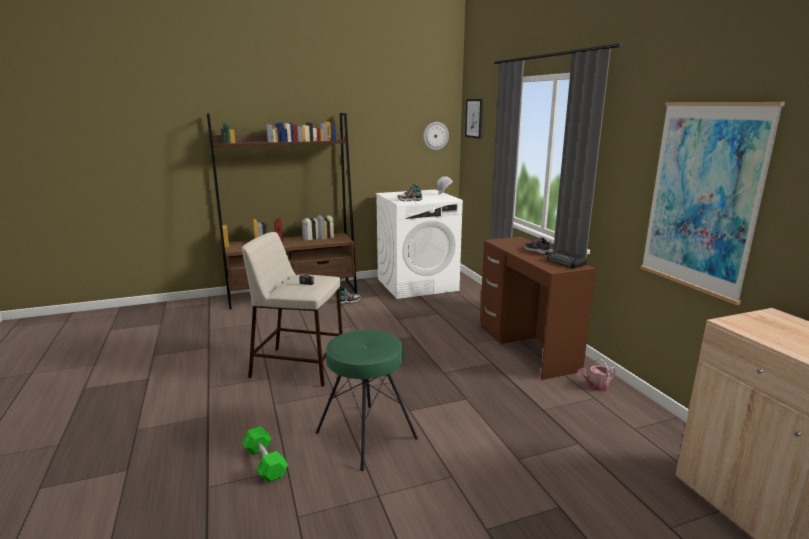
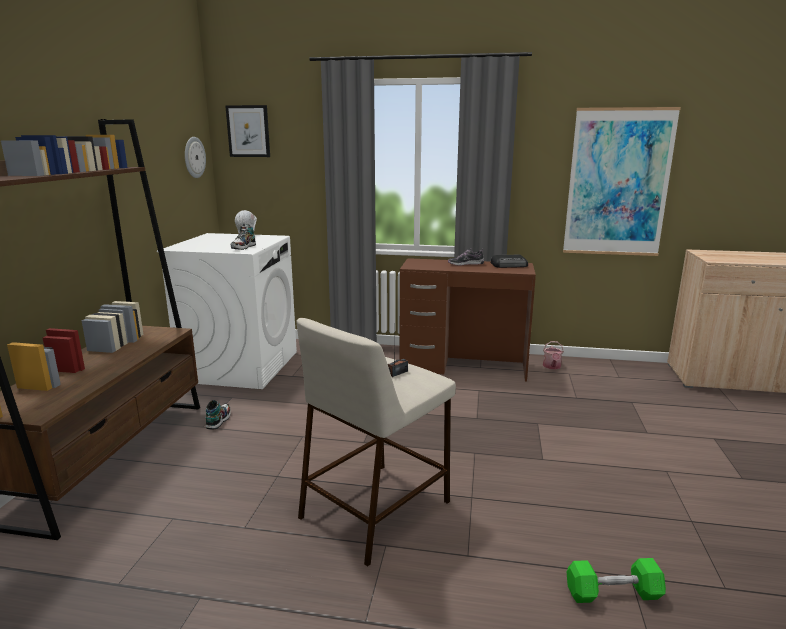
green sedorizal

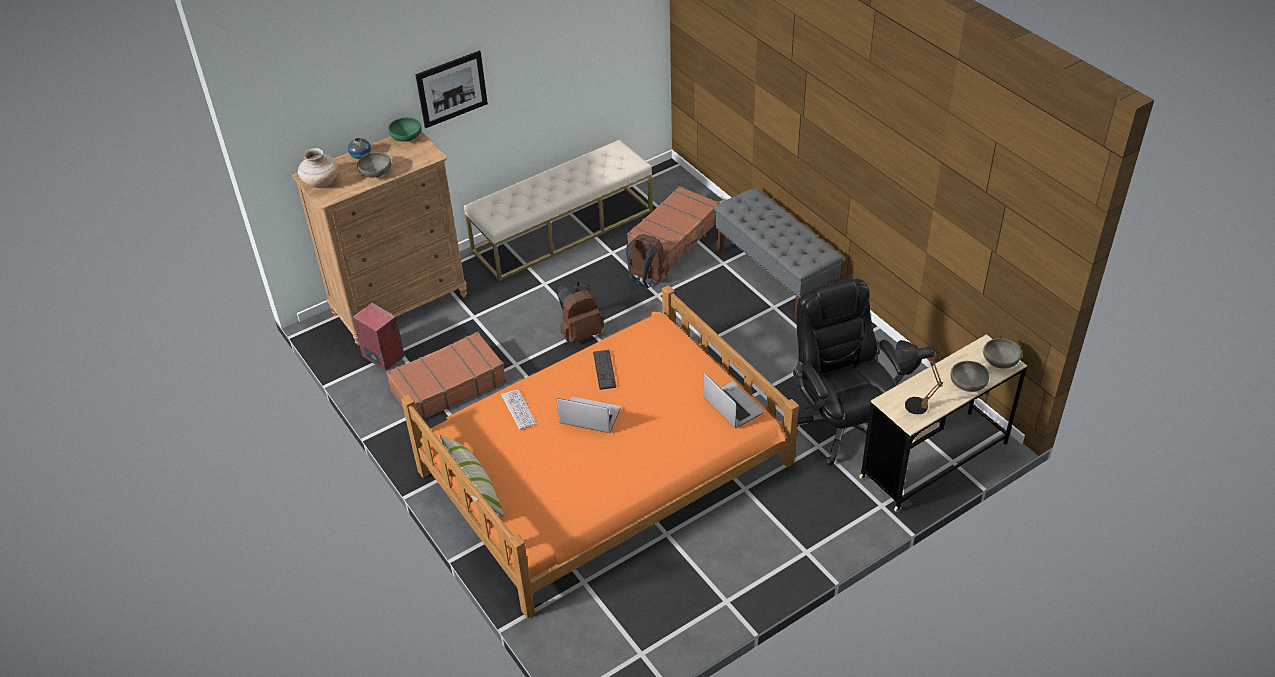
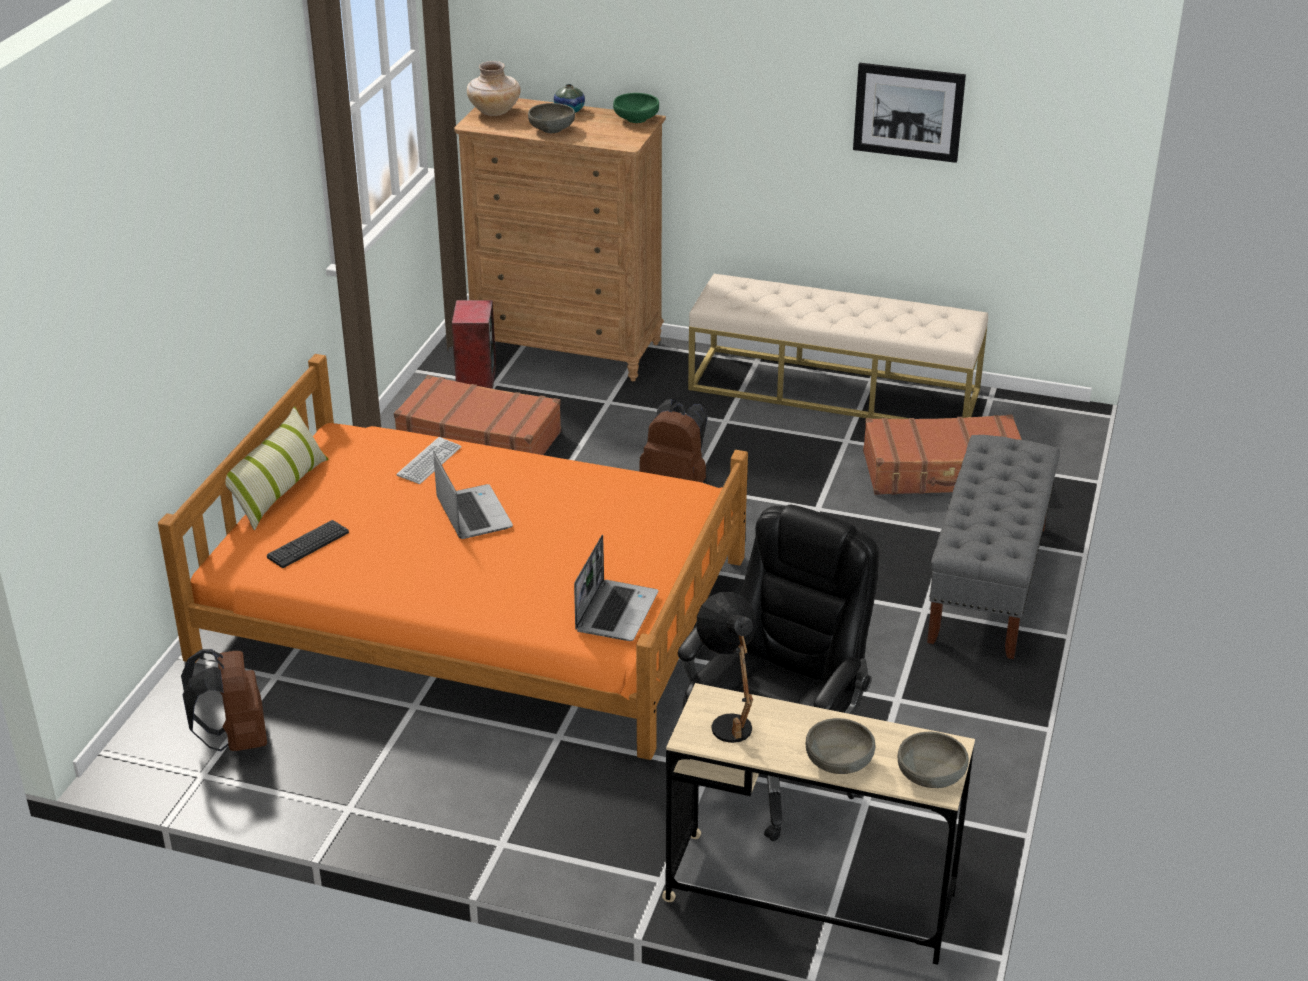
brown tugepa (1st from left); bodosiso (1st from left); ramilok

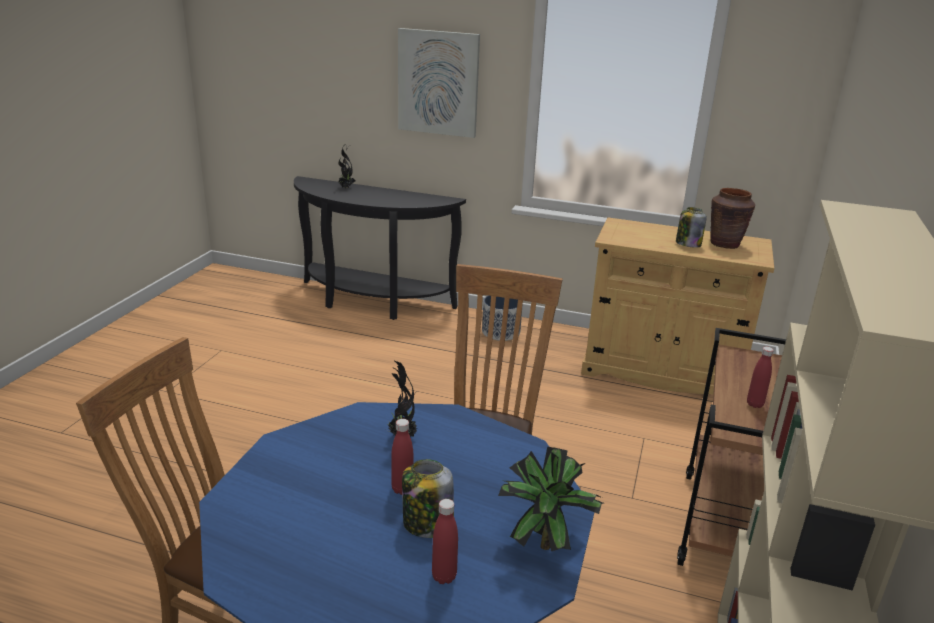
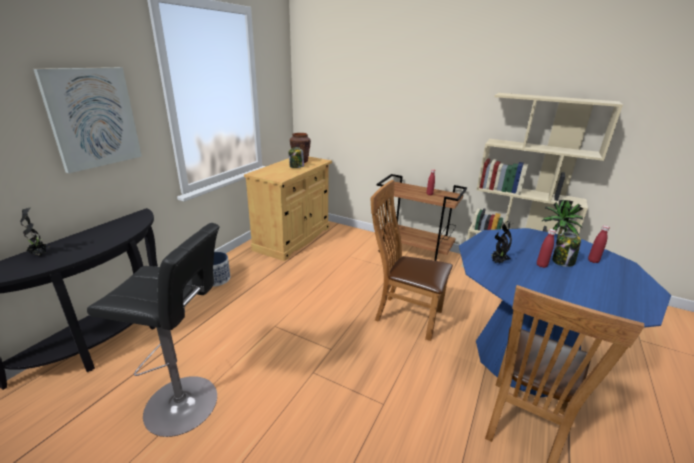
black sedorizal

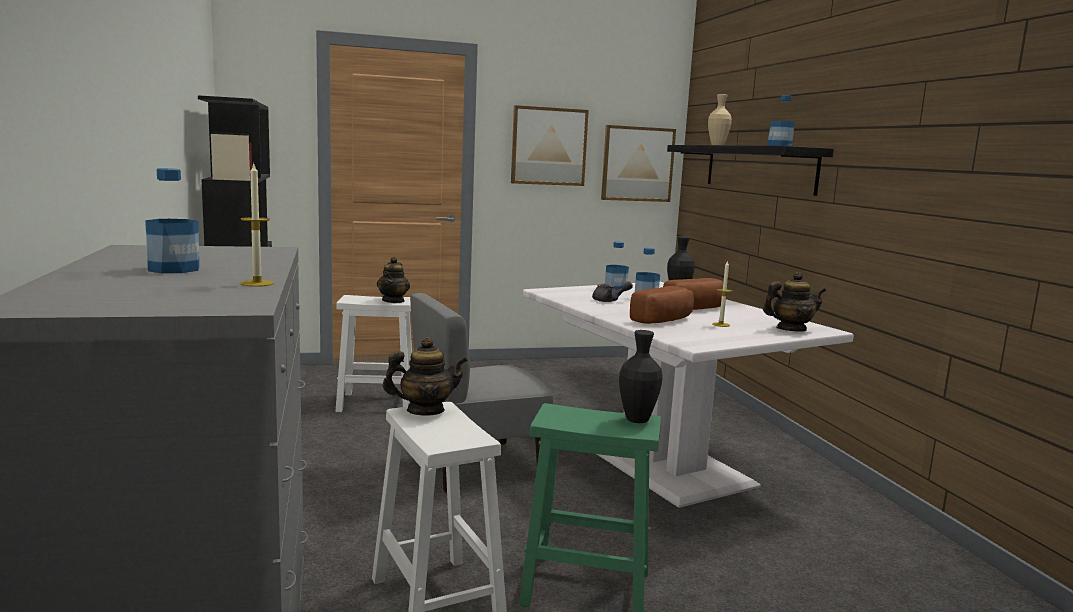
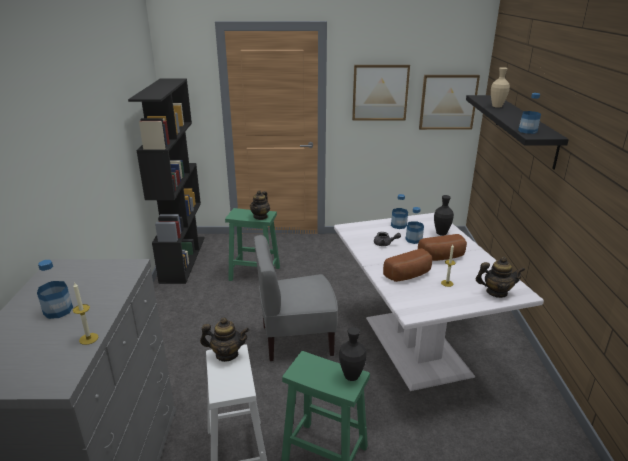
green sedorizal (1st from left)

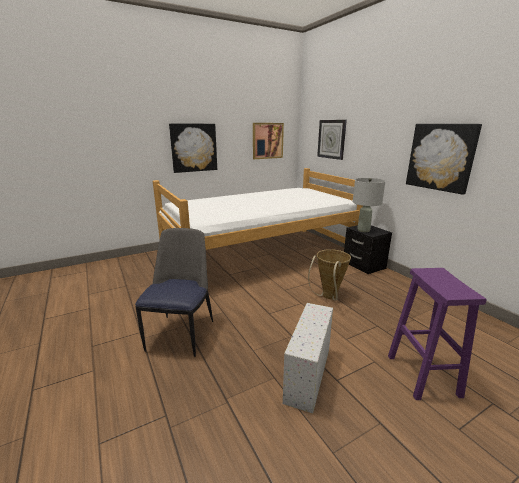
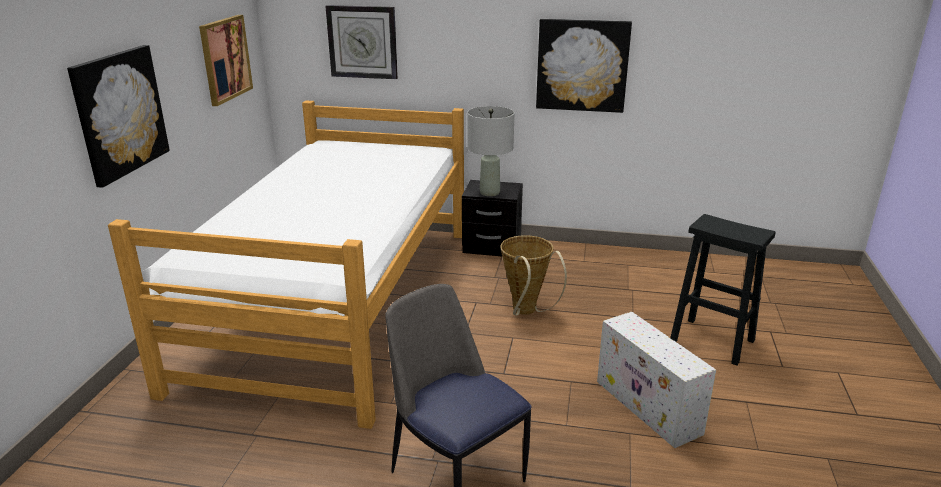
black sedorizal

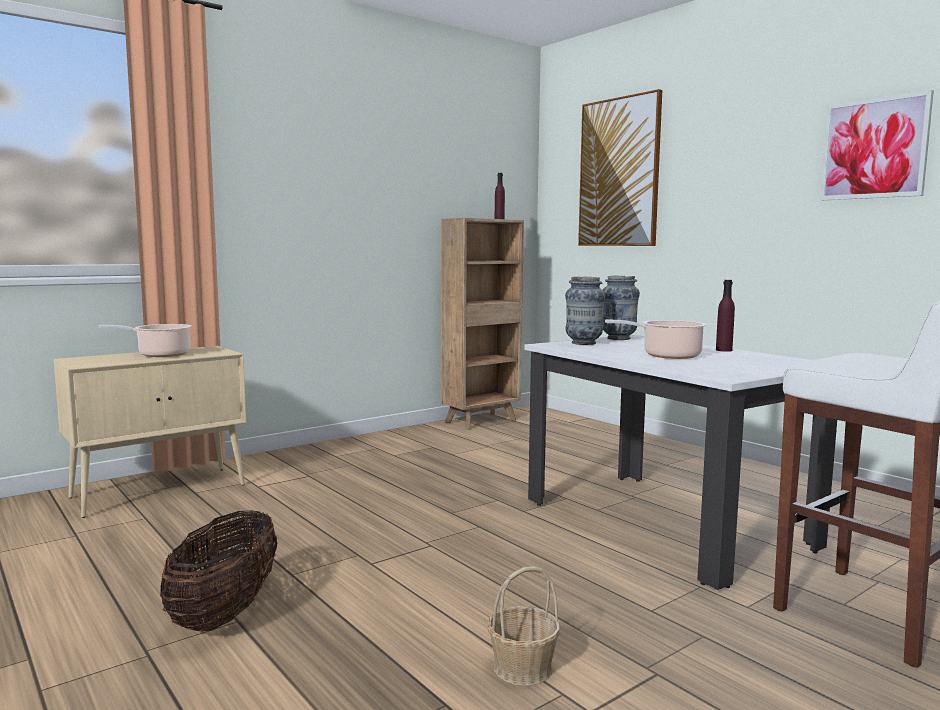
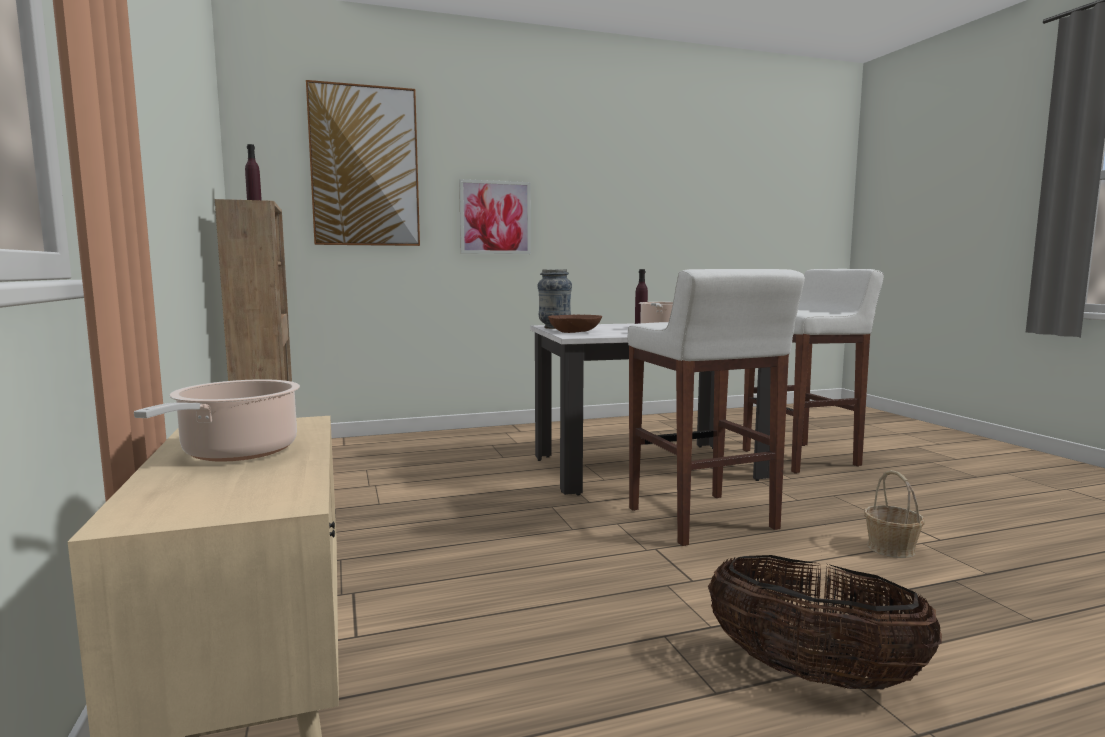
ramilok (2nd from left); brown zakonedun; white sedorizal (1st from left)

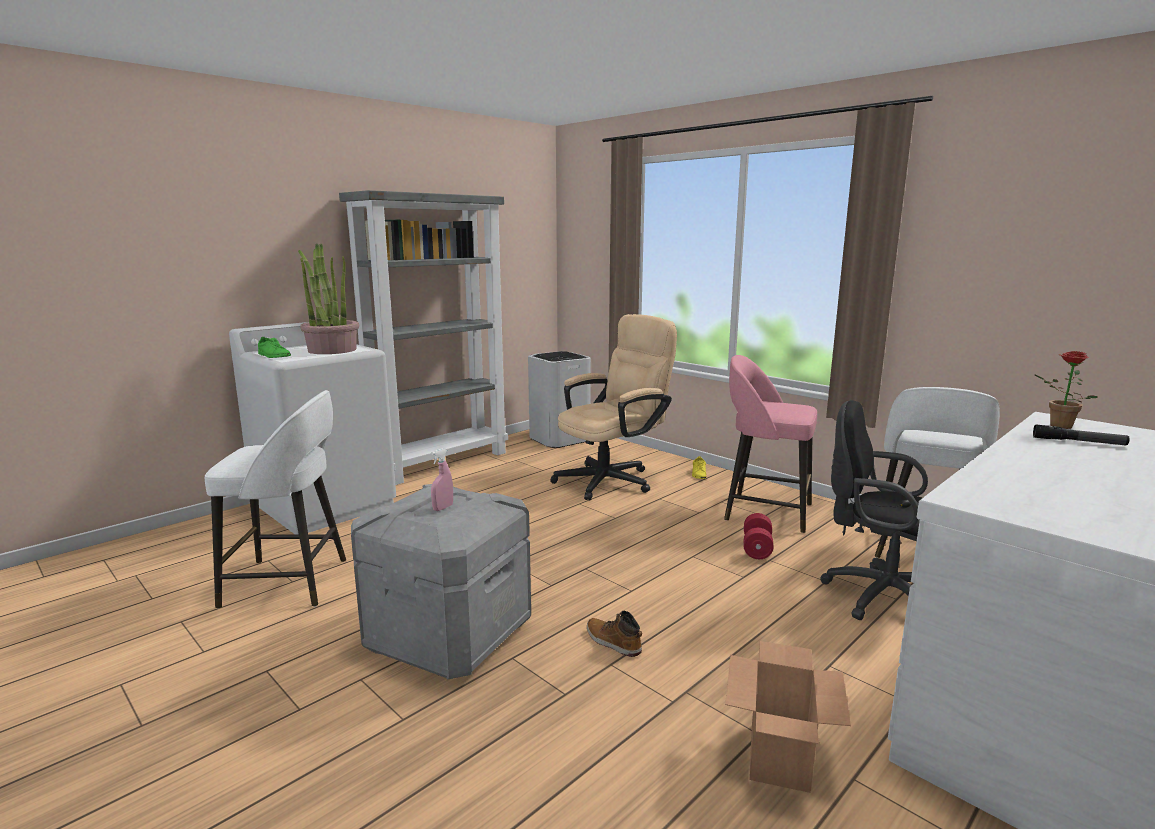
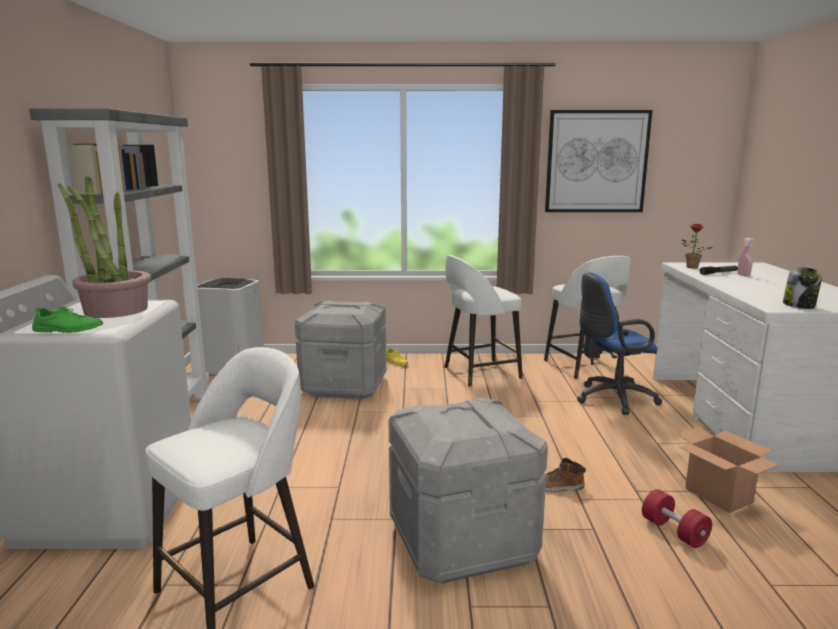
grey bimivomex (1st from left); white sedorizal (2nd from left); ramilok; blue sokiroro; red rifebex; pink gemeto; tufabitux

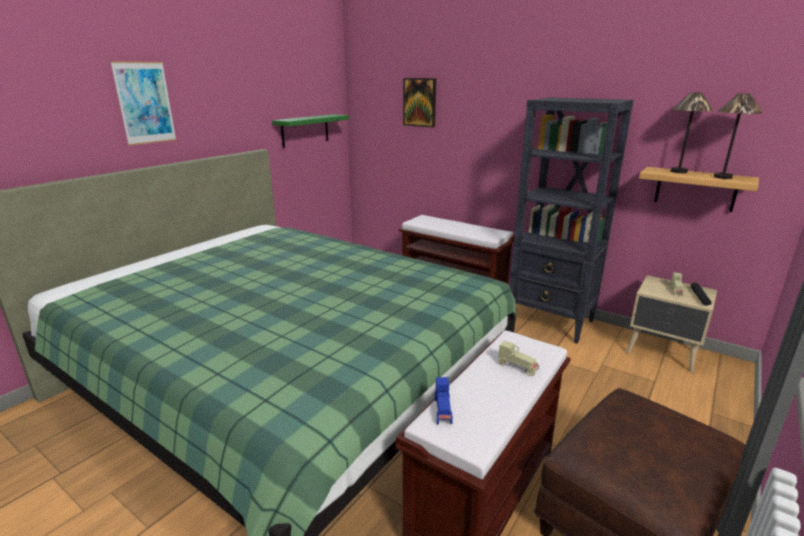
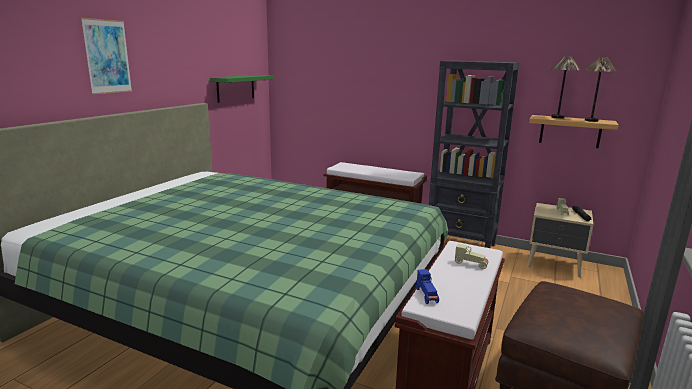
ramilok (2nd from left in the first image)

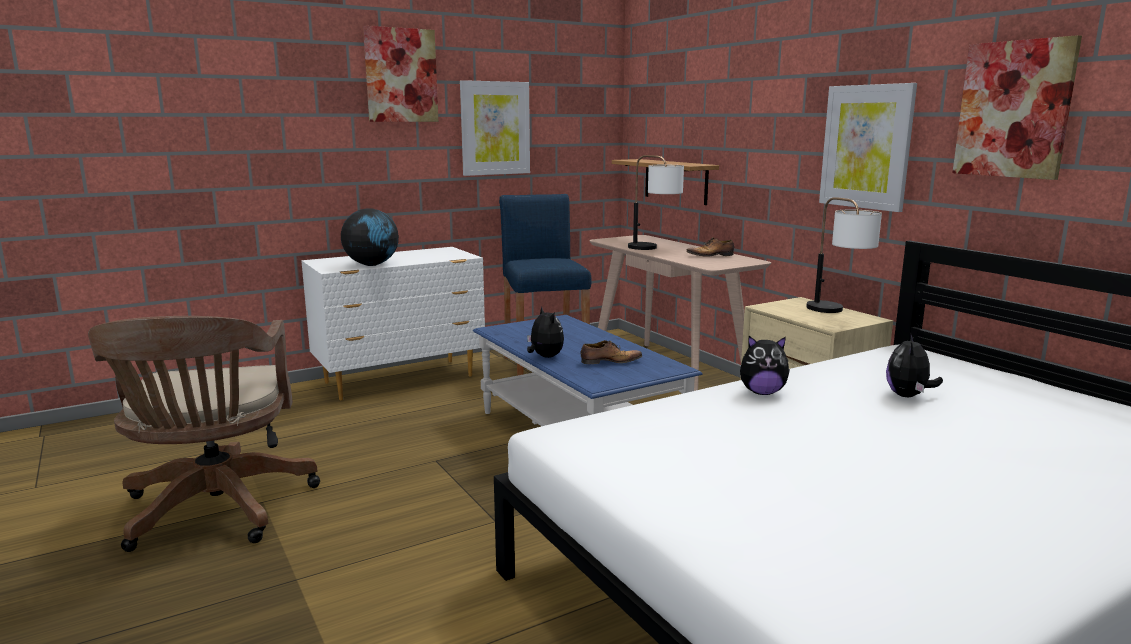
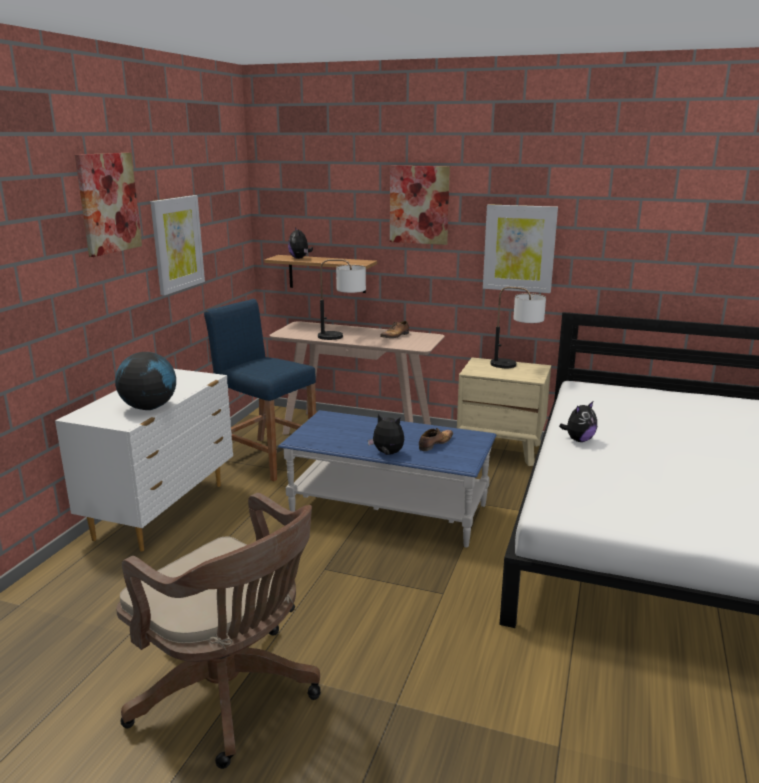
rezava (1st from left); ramilok (3rd from left)

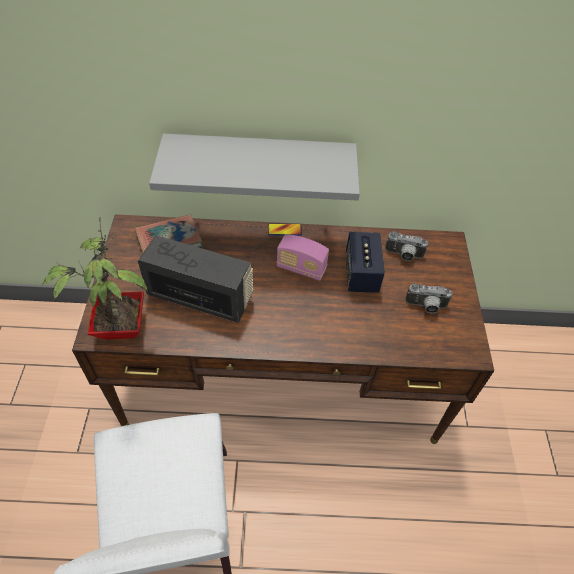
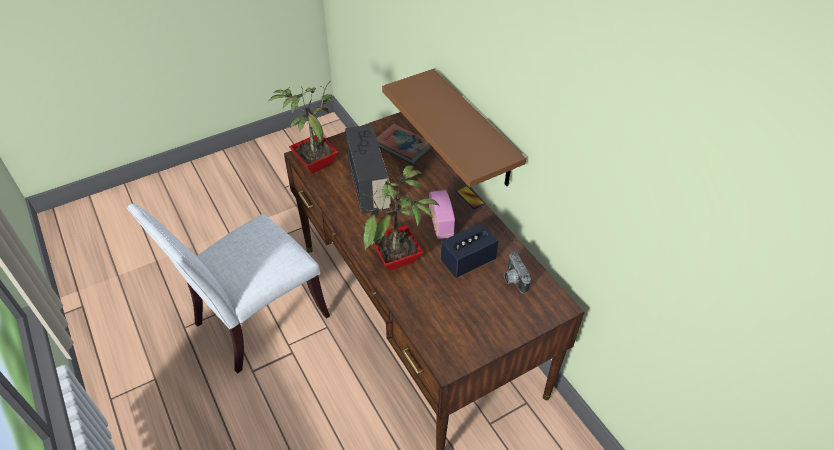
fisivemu (2nd from left); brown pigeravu; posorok (2nd from left in the first image)

